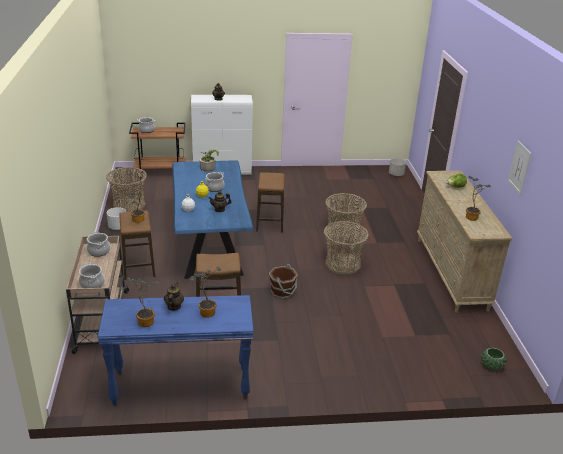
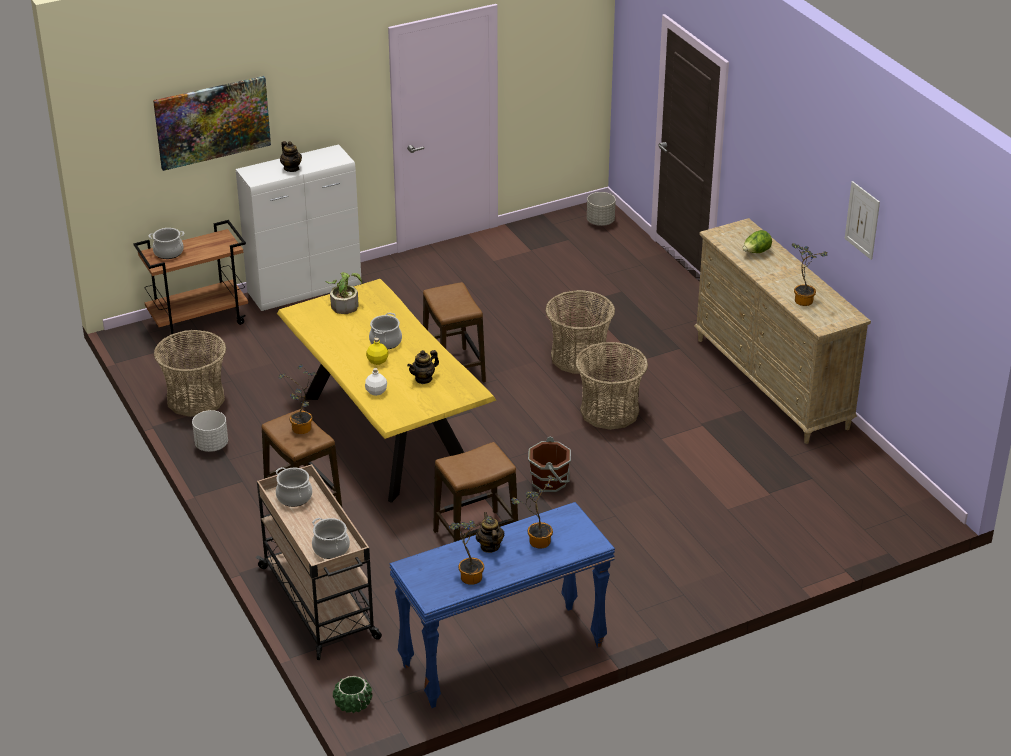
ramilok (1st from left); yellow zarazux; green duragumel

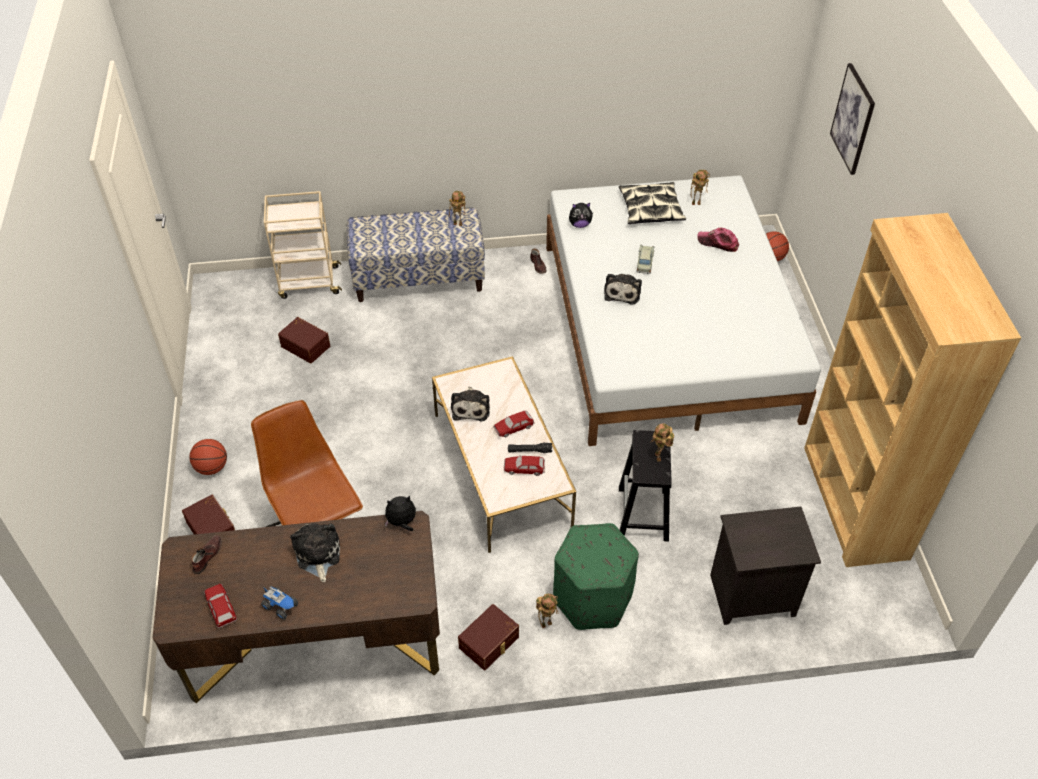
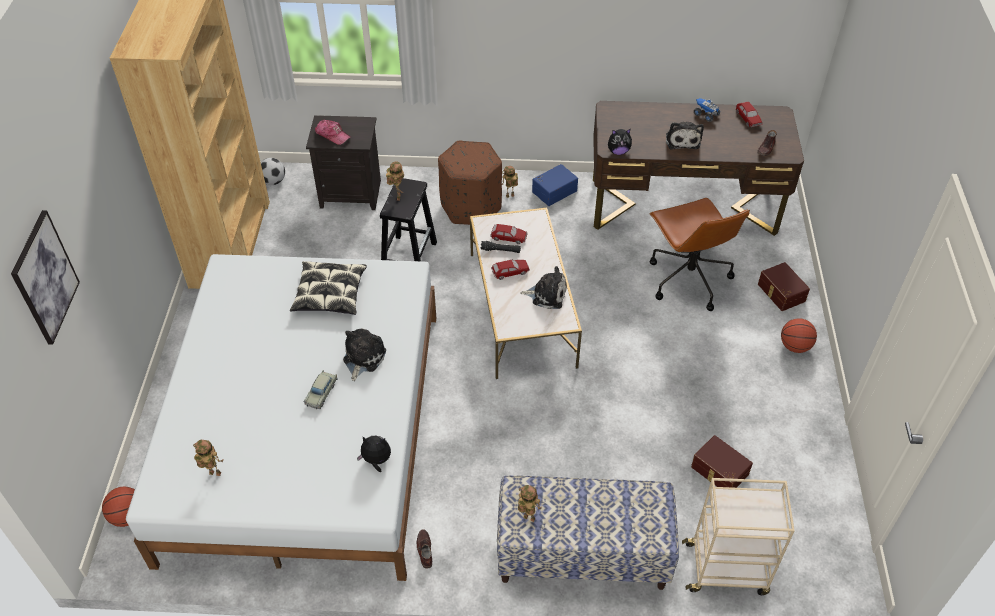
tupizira; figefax; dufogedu; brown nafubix; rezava (3rd from left); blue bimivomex

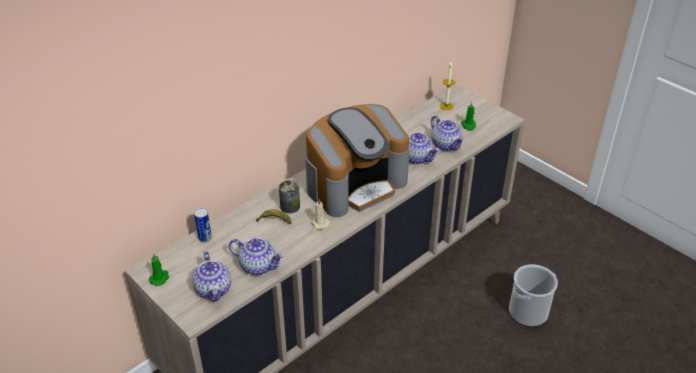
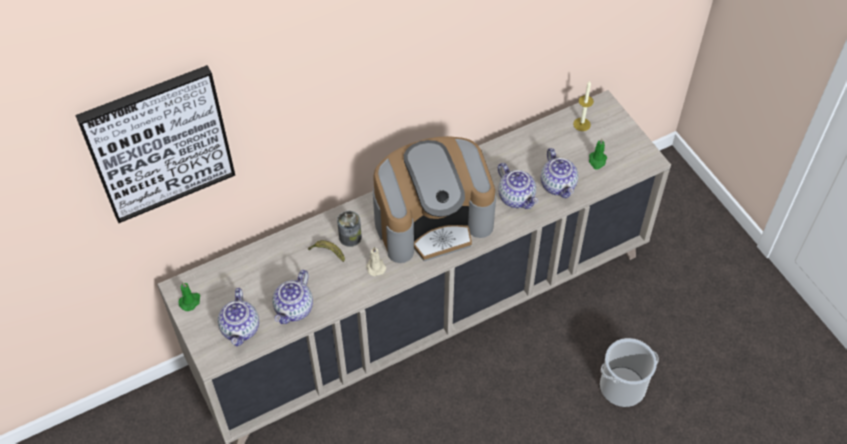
ramilok; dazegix (2nd from left); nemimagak (1st from left in the first image)

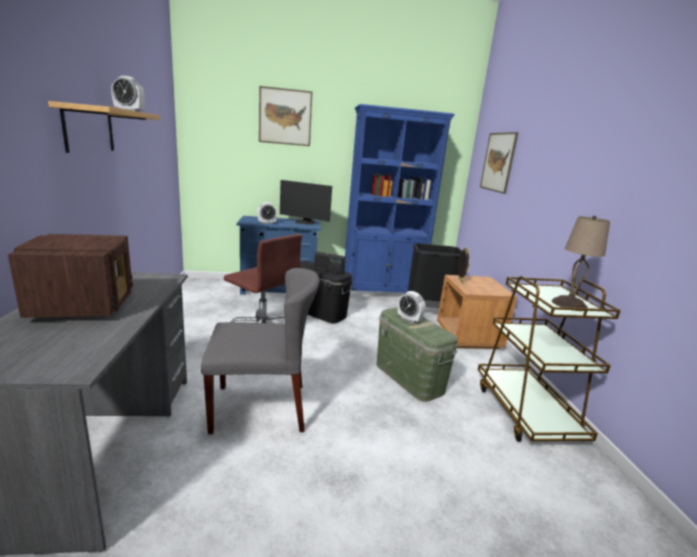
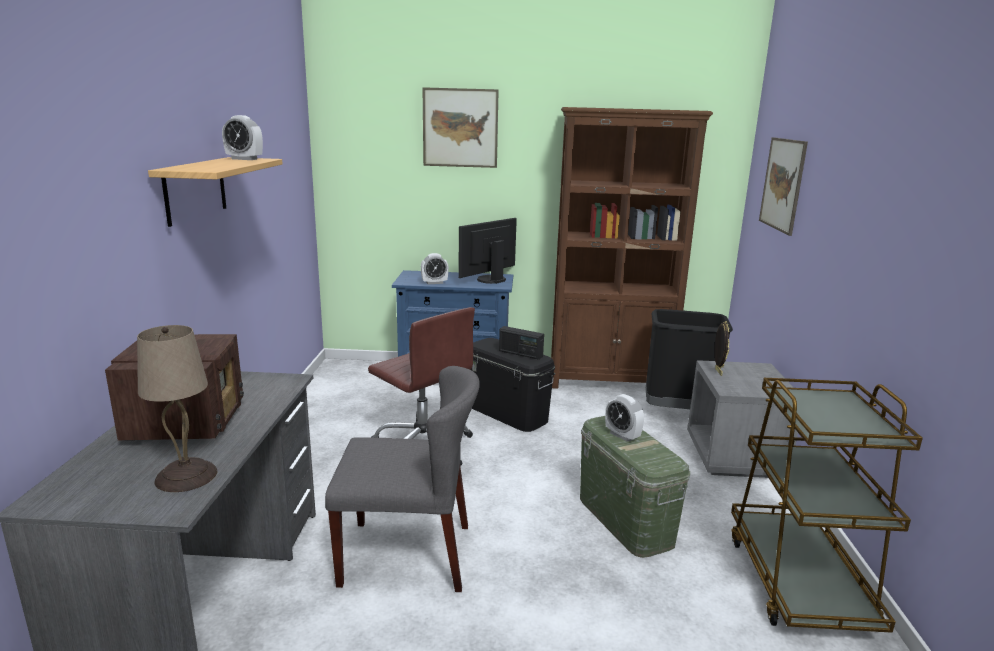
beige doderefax; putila; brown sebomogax; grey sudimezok

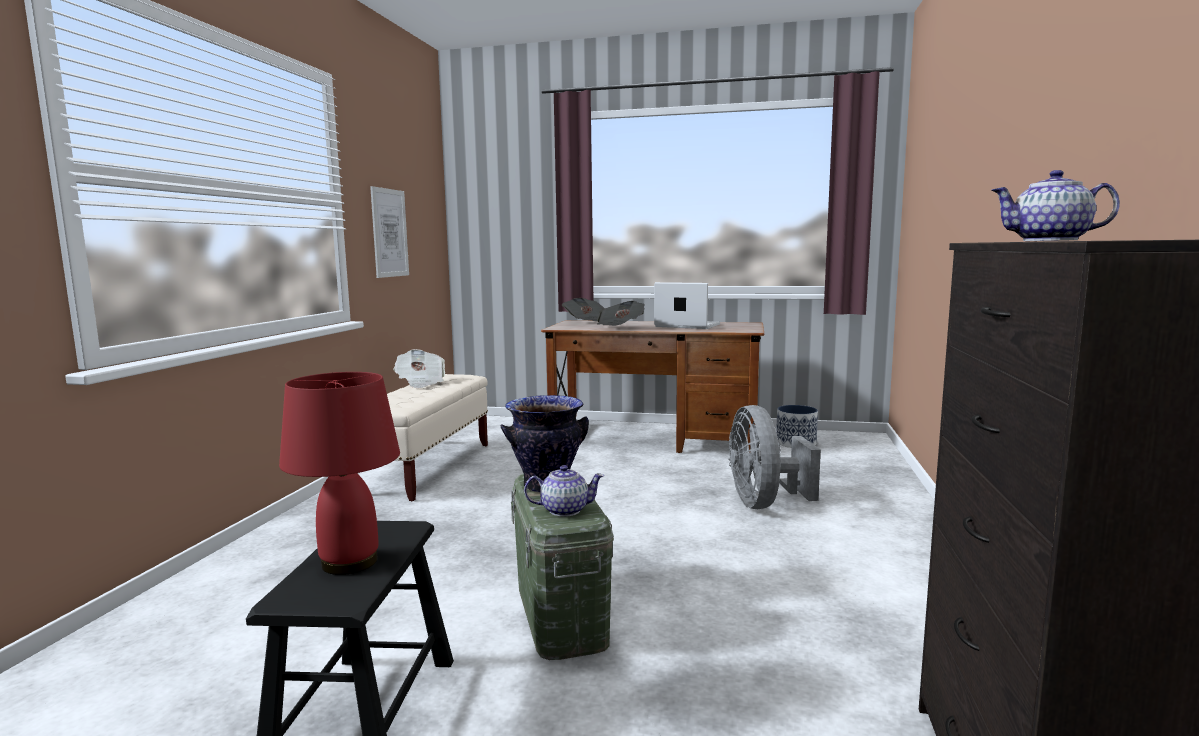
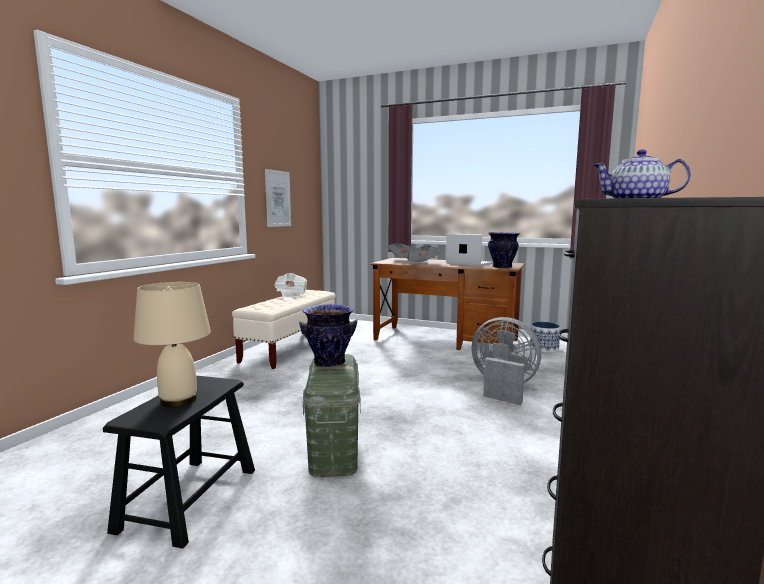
beige doderefax; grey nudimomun; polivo (2nd from left); dazegix (1st from left in the first image)

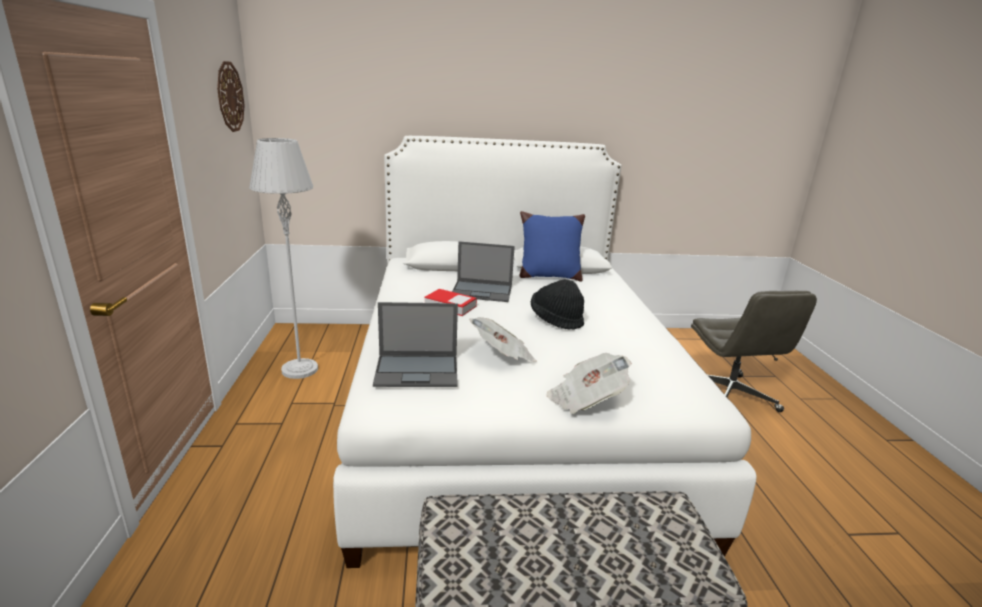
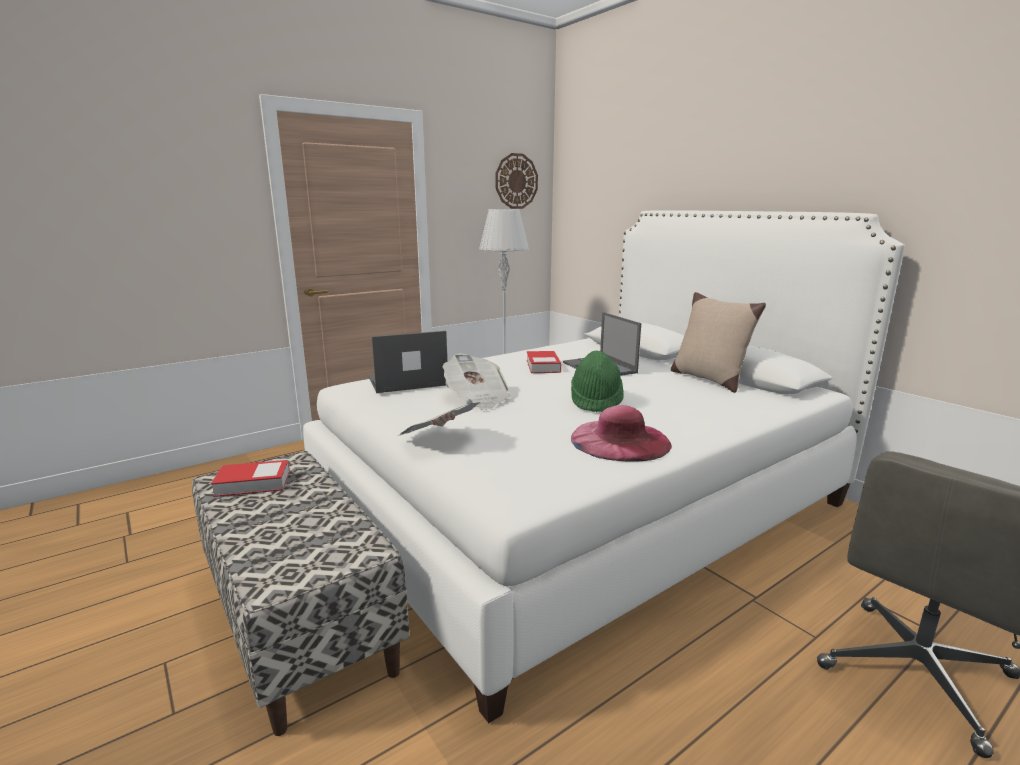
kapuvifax (1st from left); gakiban (1st from left); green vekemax; pink vekemax; beige figefax

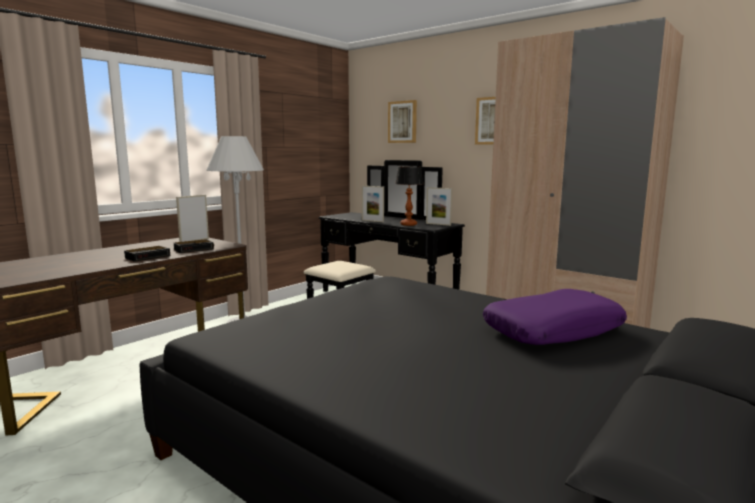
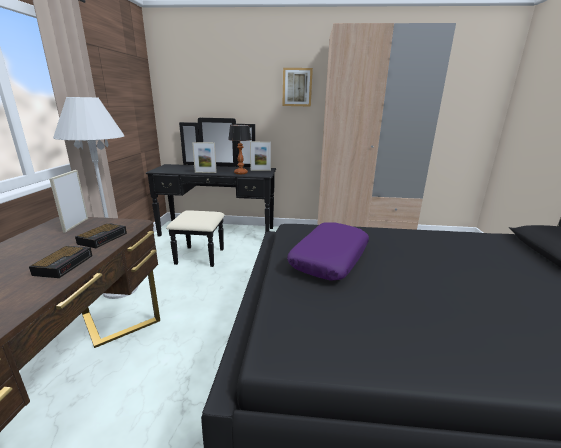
purple figefax; ramilok (1st from left in the first image)

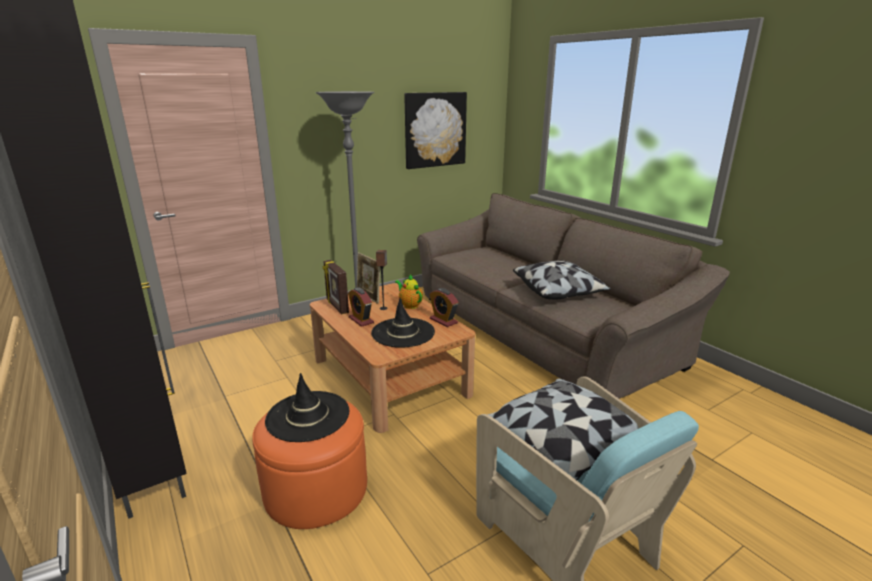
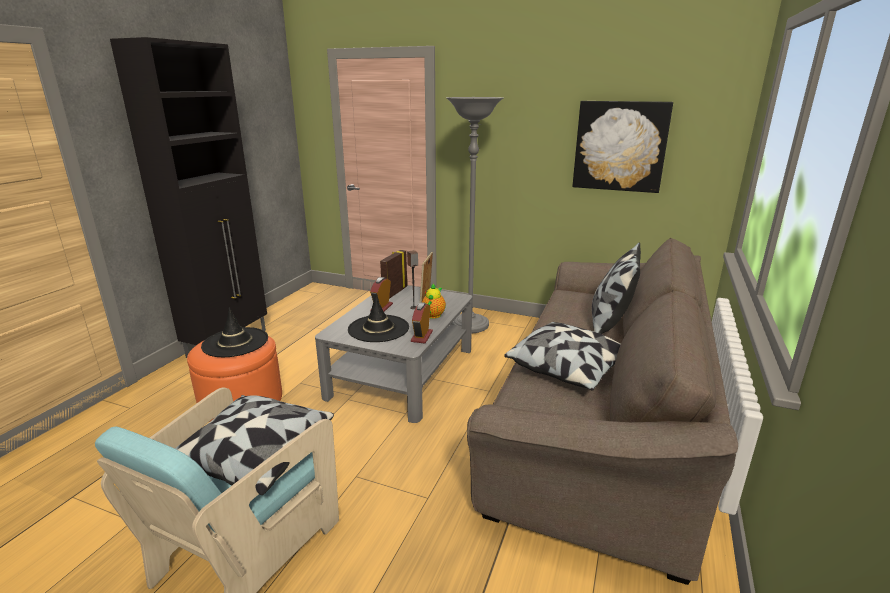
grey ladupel; figefax (3rd from left)

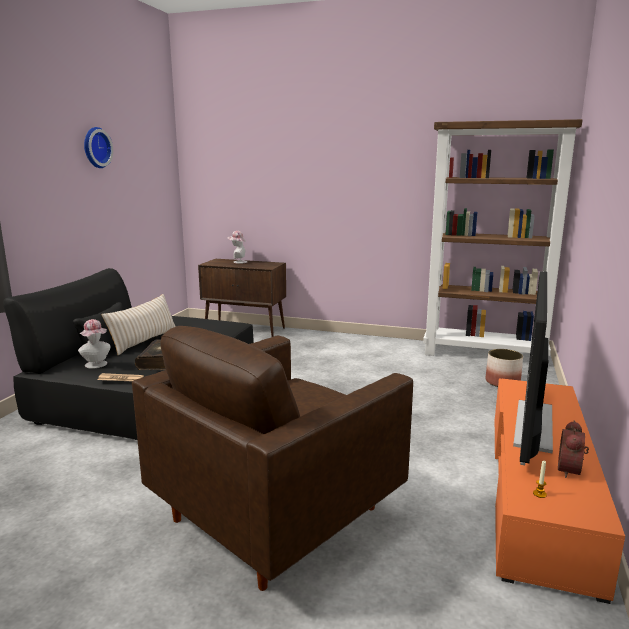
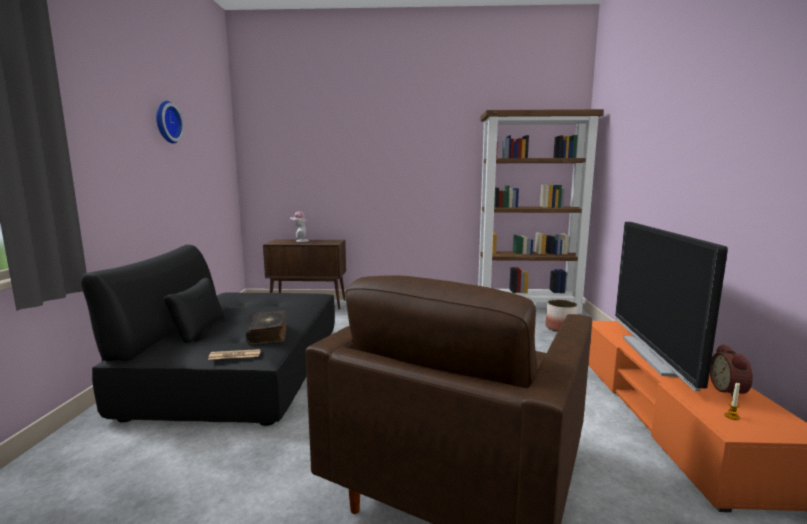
vekemax (1st from left in the first image); beige figefax

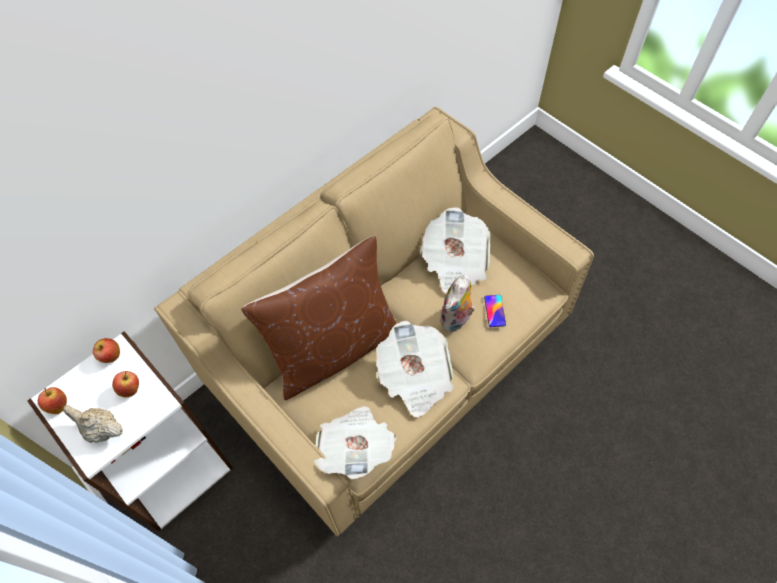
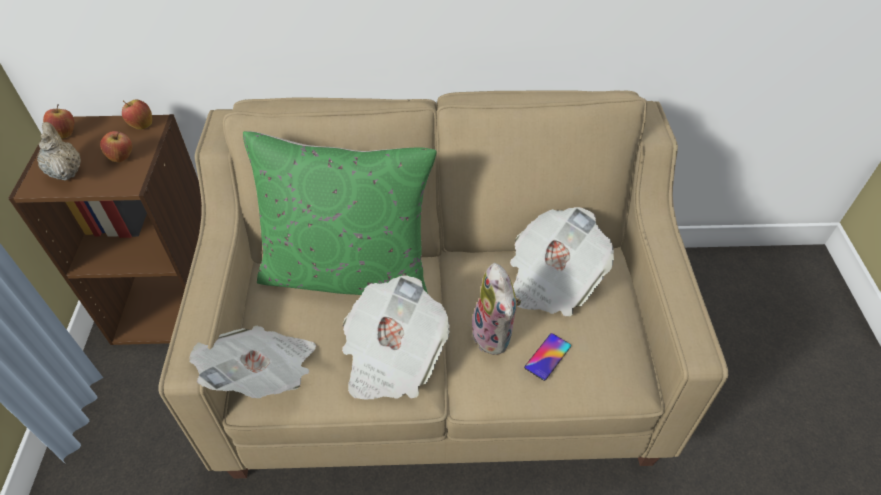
brown sebomogax; green figefax; rezava

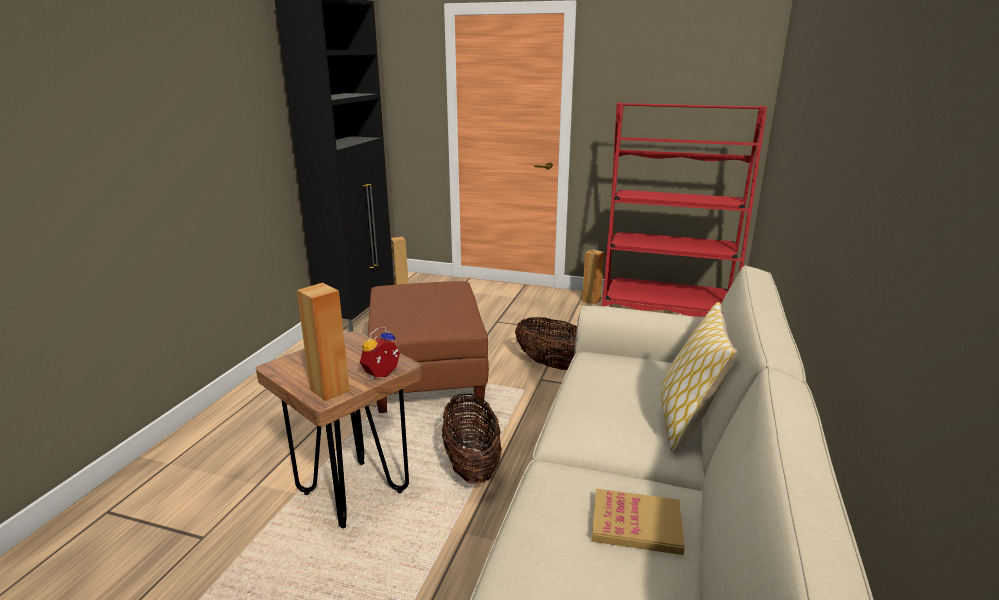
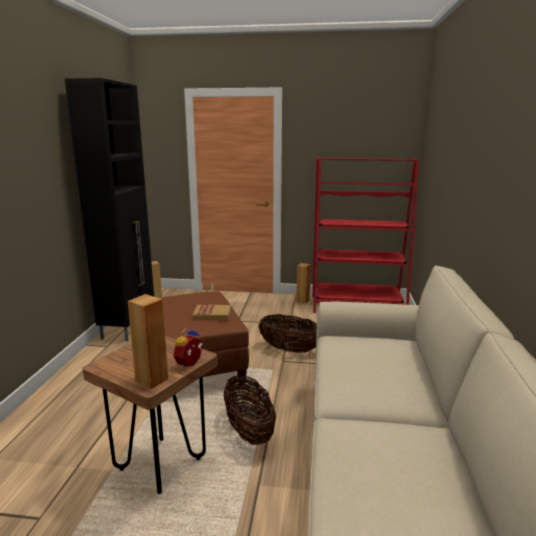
kapuvifax; figefax

